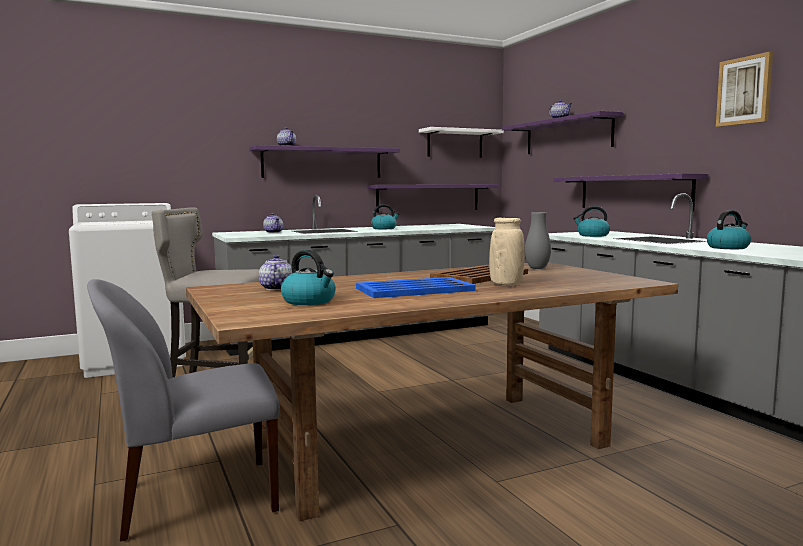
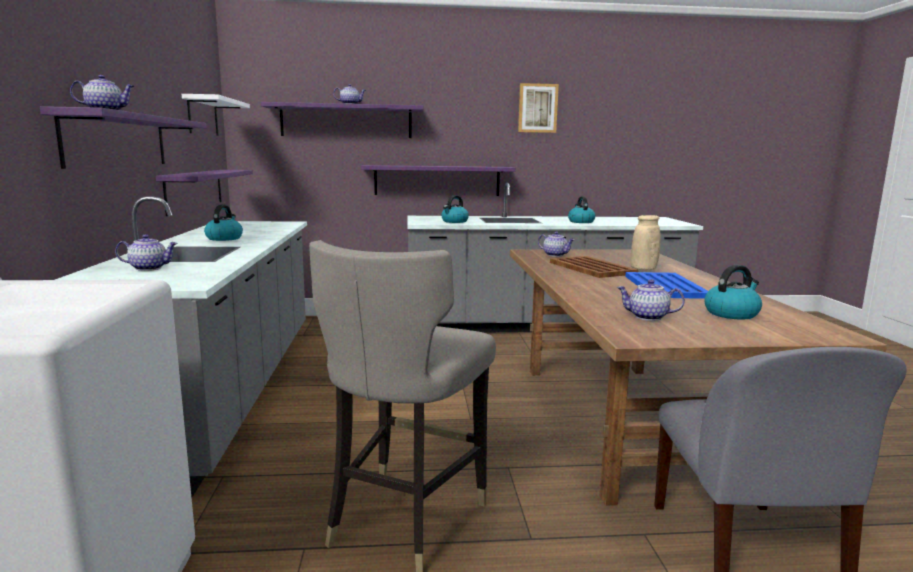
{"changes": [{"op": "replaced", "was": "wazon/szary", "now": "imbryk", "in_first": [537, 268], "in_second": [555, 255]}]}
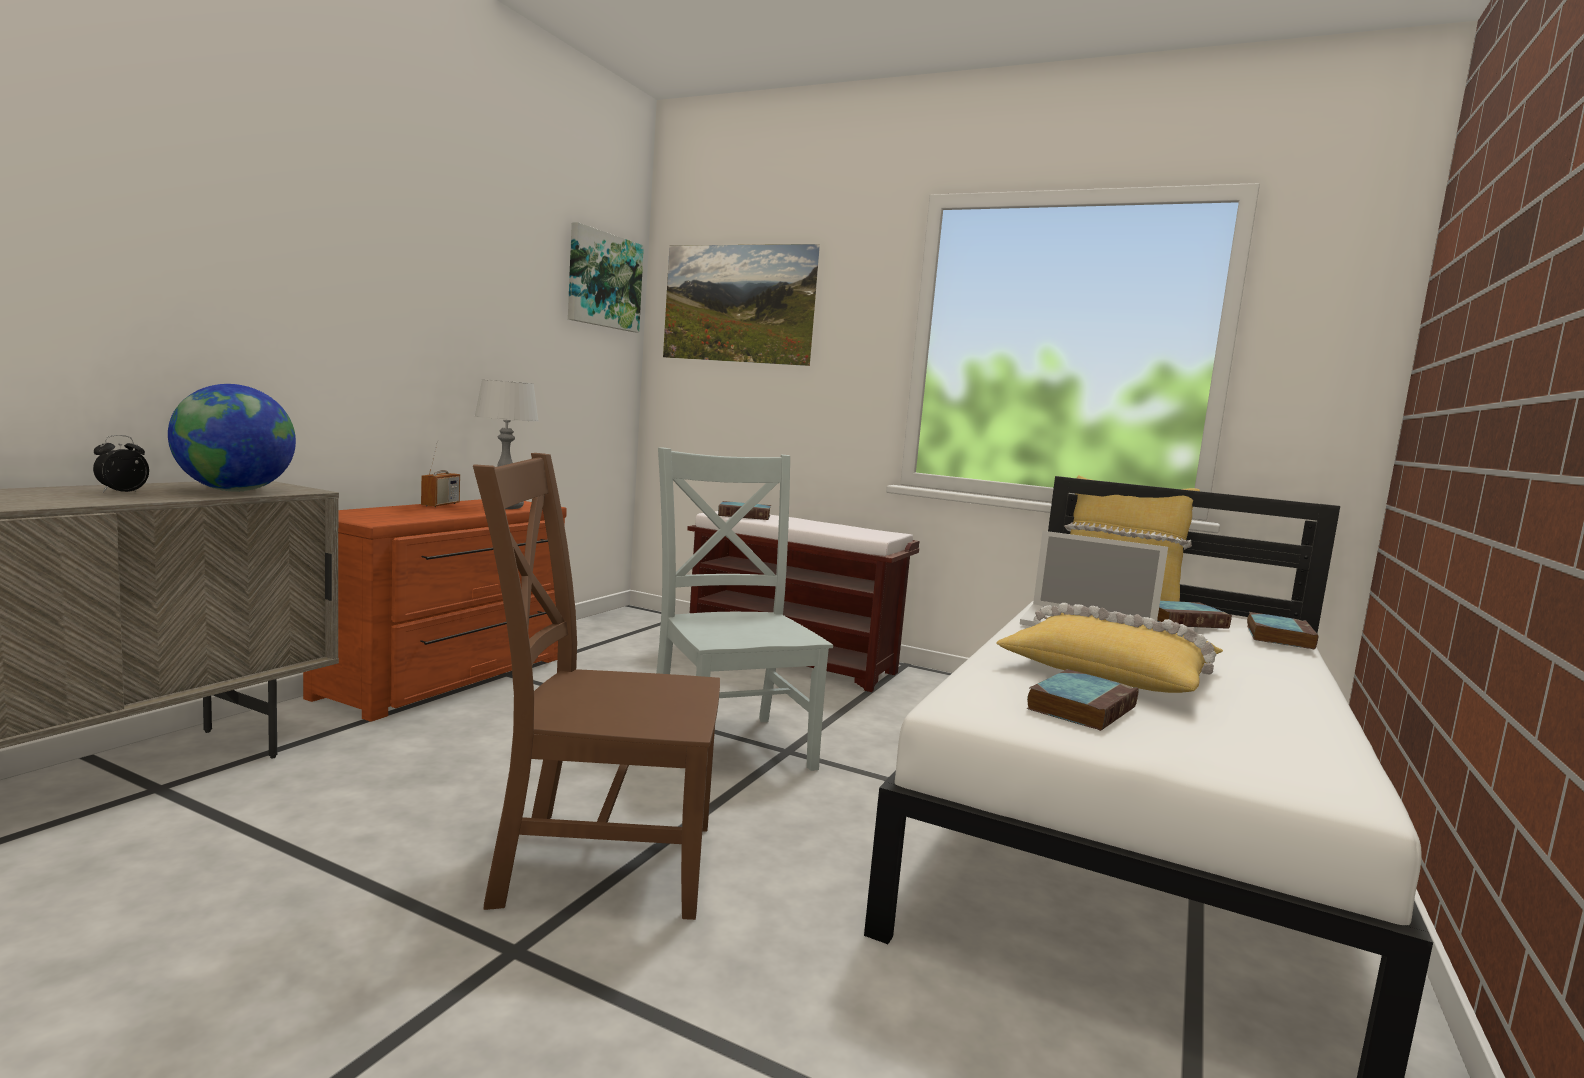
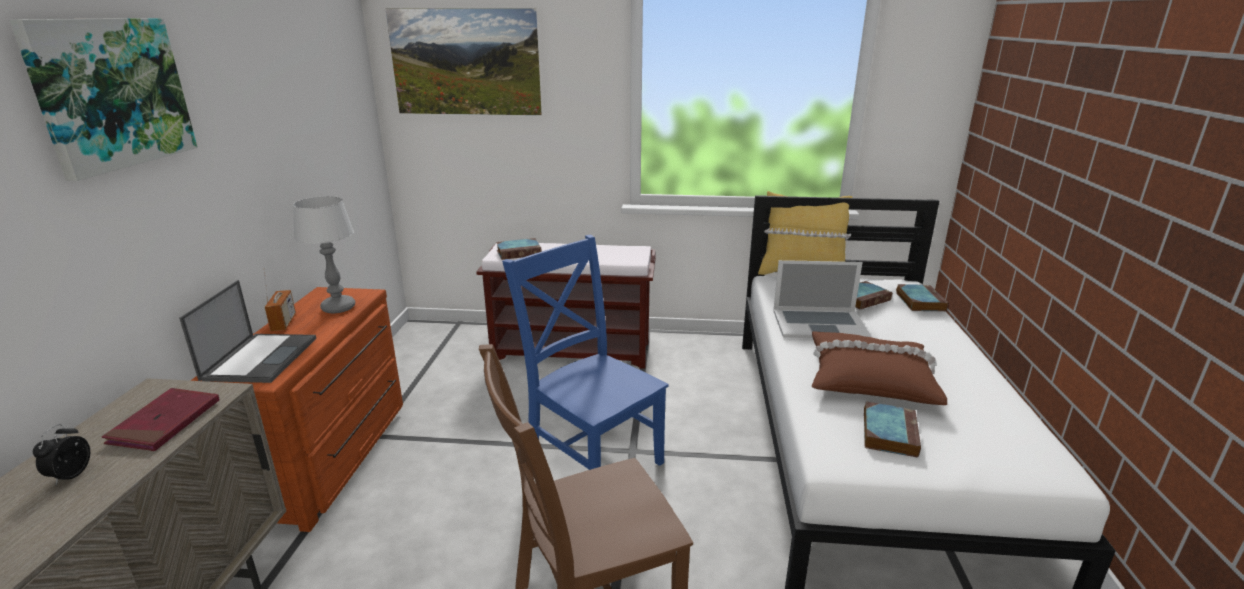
{"changes": [{"op": "replaced", "was": "globus", "now": "książka/czerwony", "in_first": [234, 491], "in_second": [165, 423]}, {"op": "moved", "was": "obraz", "in_first": [603, 280], "in_second": [111, 93]}, {"op": "recoloured", "was": "krzesło/szary", "now": "krzesło/niebieski", "in_first": [730, 744], "in_second": [591, 457]}, {"op": "recoloured", "was": "poduszka/żółty", "now": "poduszka/brązowy", "in_first": [1111, 670], "in_second": [869, 378]}, {"op": "added", "now": "laptop", "in_second": [261, 358]}]}
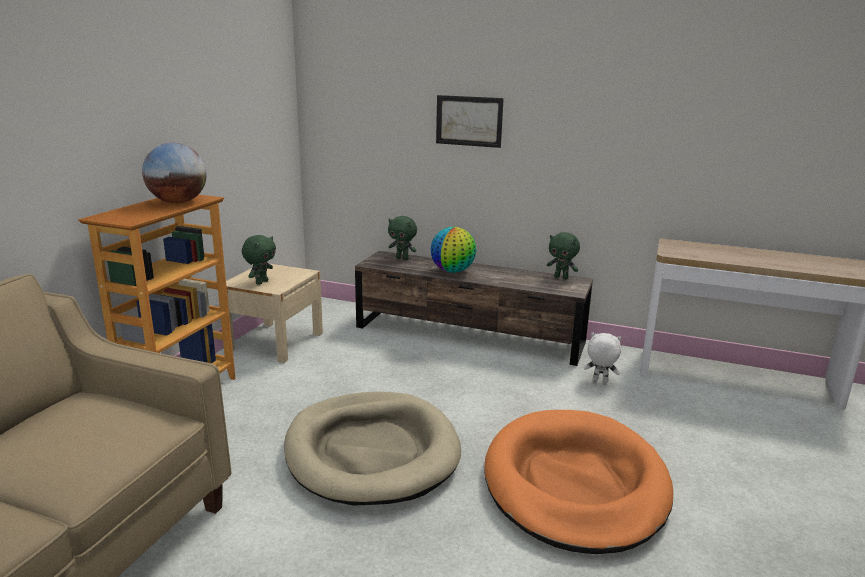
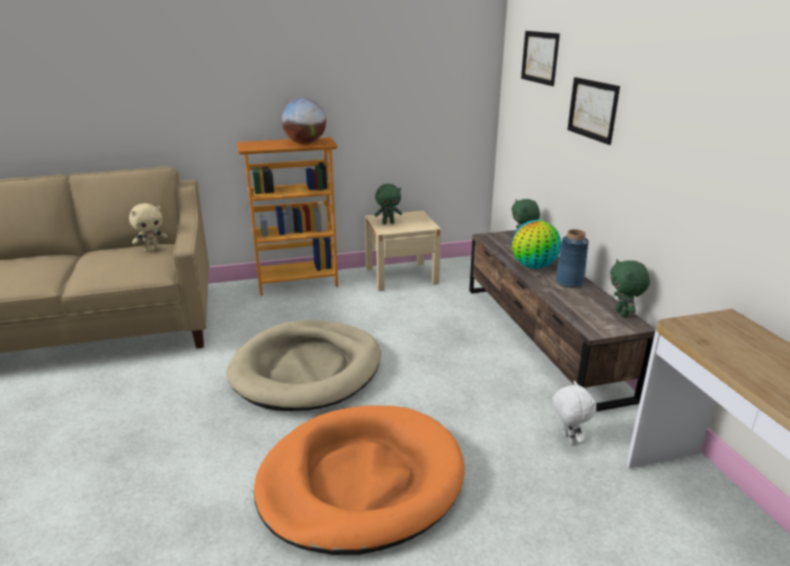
{"changes": [{"op": "added", "now": "pluszak/beżowy", "in_second": [152, 249]}, {"op": "added", "now": "obraz", "in_second": [540, 57]}, {"op": "added", "now": "wazon/niebieski", "in_second": [569, 282]}]}
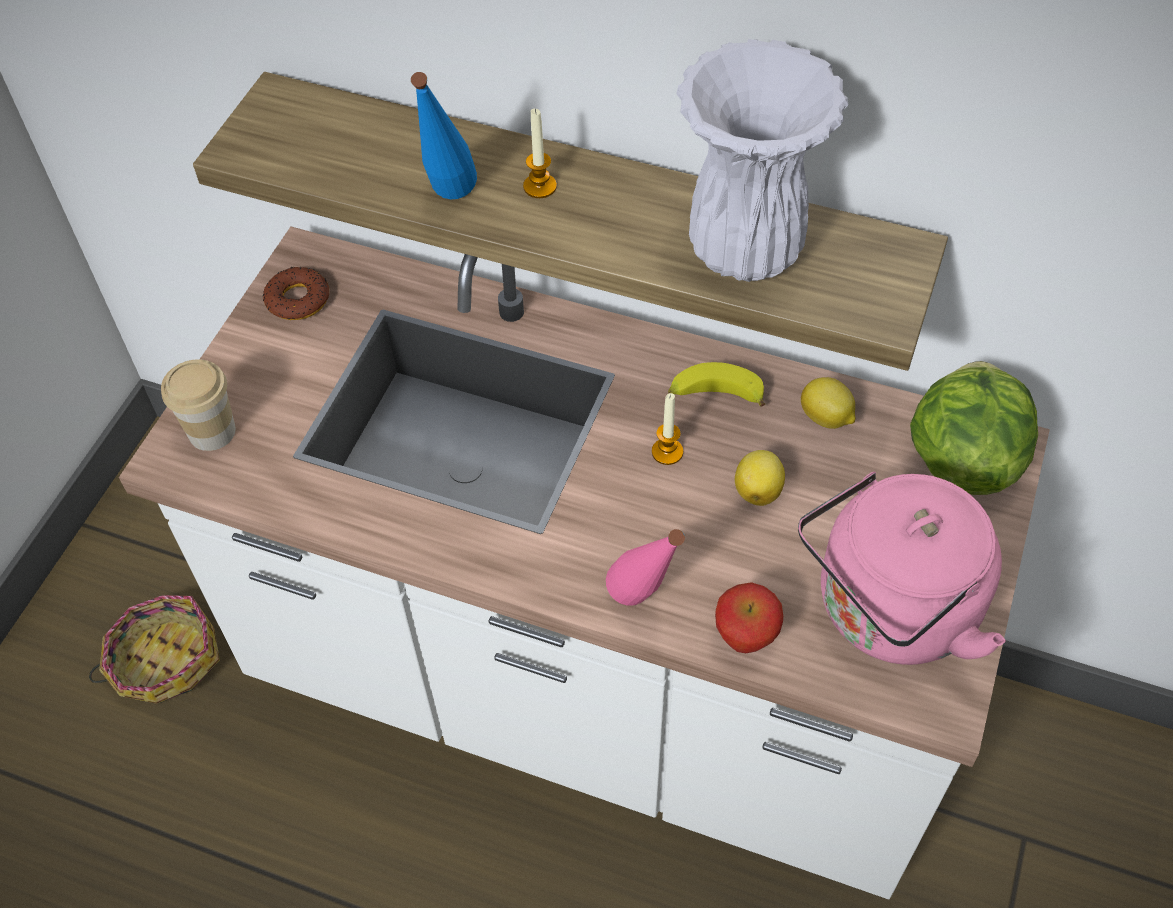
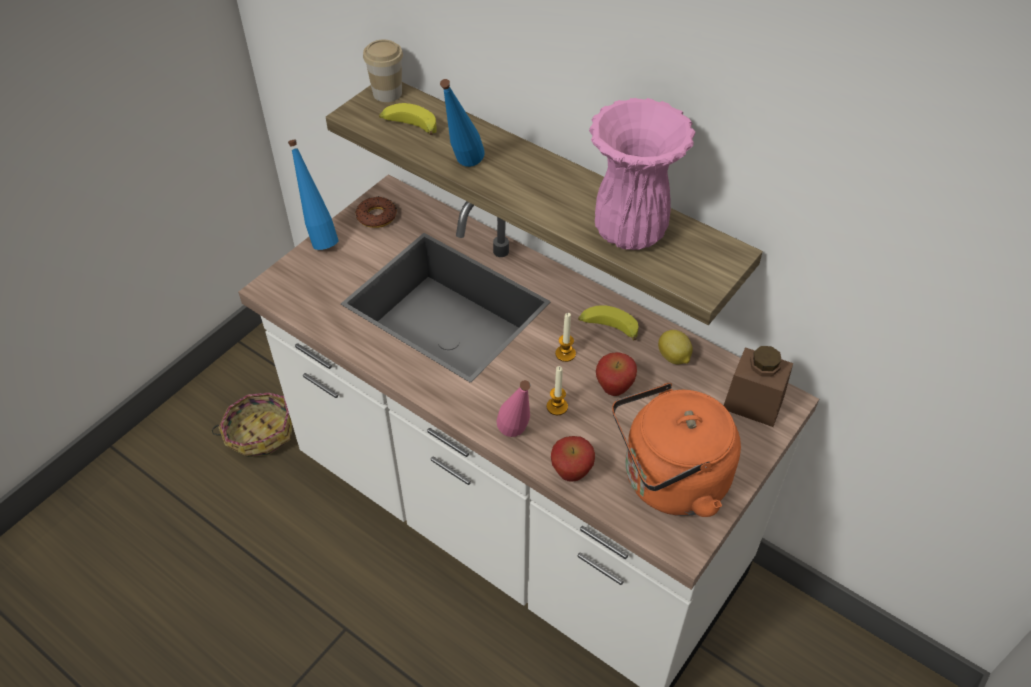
{"changes": [{"op": "moved", "was": "filiżanka", "in_first": [212, 431], "in_second": [387, 93]}, {"op": "moved", "was": "świeca", "in_first": [540, 186], "in_second": [557, 407]}, {"op": "recoloured", "was": "wazon/biały", "now": "wazon/różowy", "in_first": [744, 249], "in_second": [630, 231]}, {"op": "replaced", "was": "cytryna", "now": "jabłko", "in_first": [758, 490], "in_second": [614, 389]}, {"op": "recoloured", "was": "czajnik/różowy", "now": "czajnik/pomarańczowy", "in_first": [889, 613], "in_second": [669, 482]}, {"op": "replaced", "was": "sałata", "now": "słoik/brązowy", "in_first": [962, 459], "in_second": [753, 402]}, {"op": "added", "now": "butelka/niebieski", "in_second": [319, 237]}, {"op": "added", "now": "banan", "in_second": [409, 126]}]}
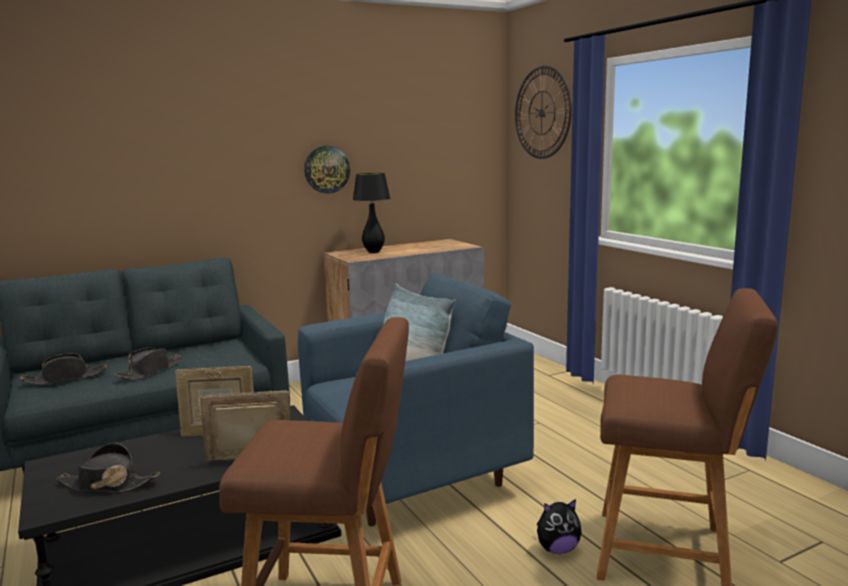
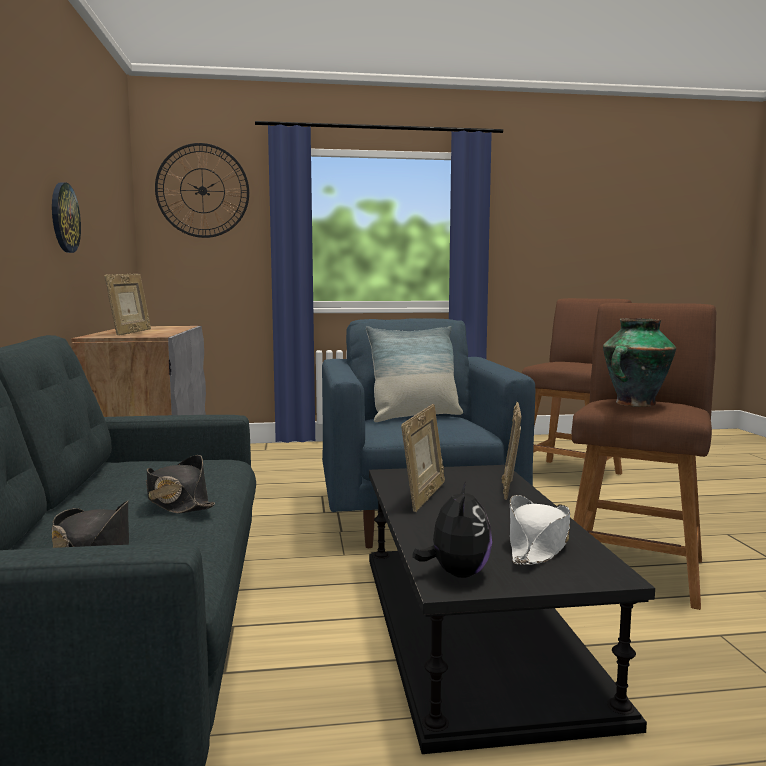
{"changes": [{"op": "recoloured", "was": "kapelusz/czarny", "now": "kapelusz/biały", "in_first": [108, 484], "in_second": [538, 545]}, {"op": "replaced", "was": "lampa stołowa/czarny", "now": "ramka na zdjęcie", "in_first": [373, 252], "in_second": [130, 333]}, {"op": "moved", "was": "pluszak", "in_first": [557, 549], "in_second": [456, 574]}, {"op": "added", "now": "wazon", "in_second": [634, 404]}]}
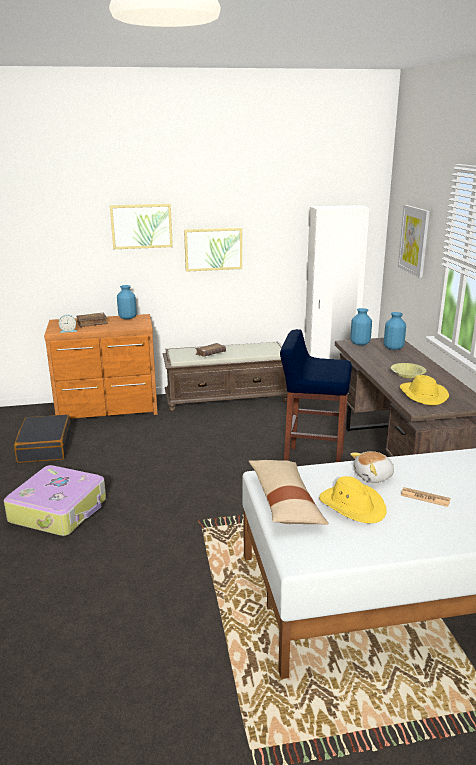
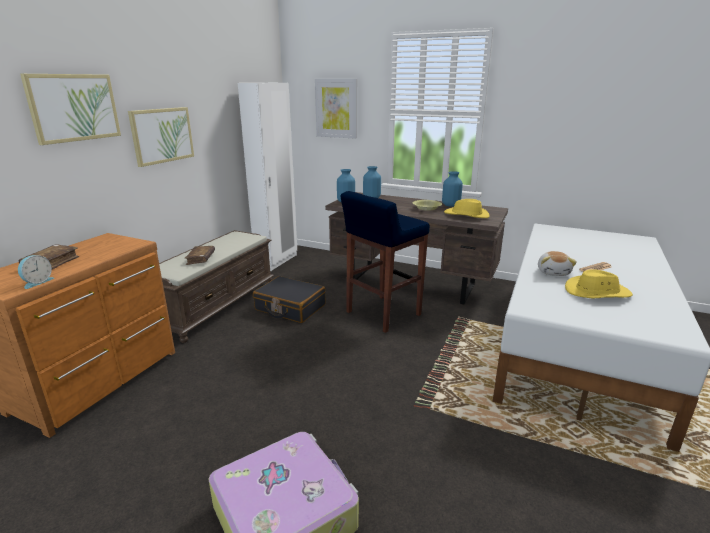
{"changes": [{"op": "moved", "was": "walizka/czarny", "in_first": [44, 447], "in_second": [290, 307]}, {"op": "moved", "was": "wazon/niebieski", "in_first": [128, 318], "in_second": [451, 205]}, {"op": "removed", "was": "poduszka/beżowy", "in_first": [285, 502]}]}
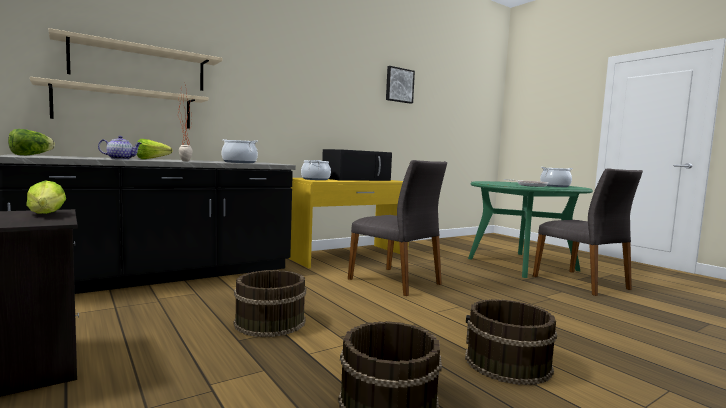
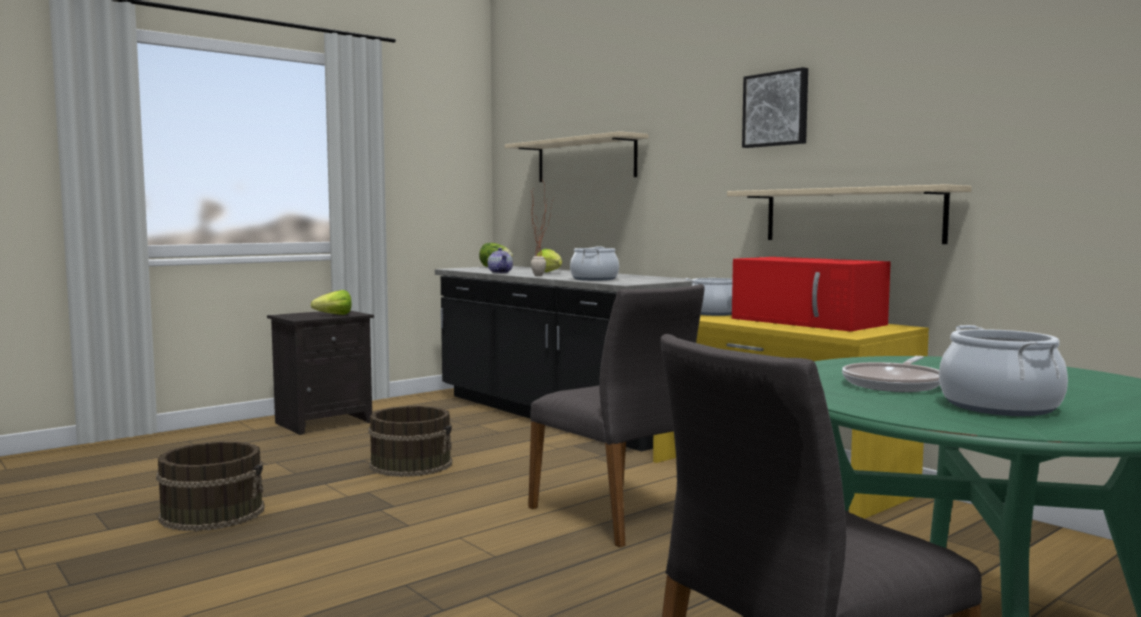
{"changes": [{"op": "moved", "was": "półka/beżowy", "in_first": [125, 107], "in_second": [851, 215]}, {"op": "recoloured", "was": "mikrofalówka/czarny", "now": "mikrofalówka/czerwony", "in_first": [357, 179], "in_second": [809, 321]}, {"op": "turned", "was": "krzesło/szary", "in_first": [396, 281], "in_second": [618, 514], "clockwise": -75}, {"op": "moved", "was": "obraz", "in_first": [399, 85], "in_second": [776, 109]}, {"op": "removed", "was": "wiadro/brązowy", "in_first": [507, 363]}]}
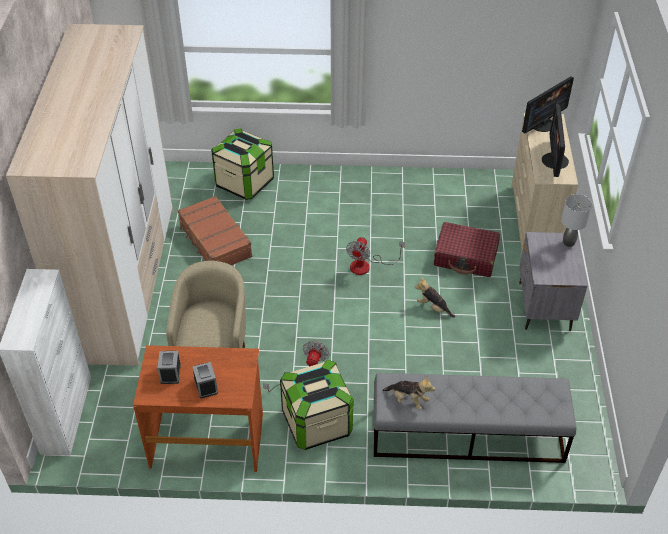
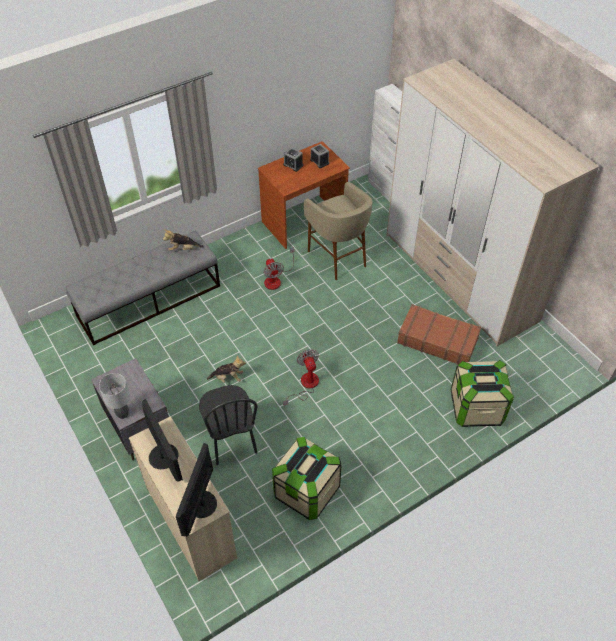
{"changes": [{"op": "moved", "was": "pojemnik do przechowywania", "in_first": [317, 423], "in_second": [306, 491]}, {"op": "replaced", "was": "walizka/czerwony", "now": "krzesło/czarny", "in_first": [466, 257], "in_second": [231, 441]}]}
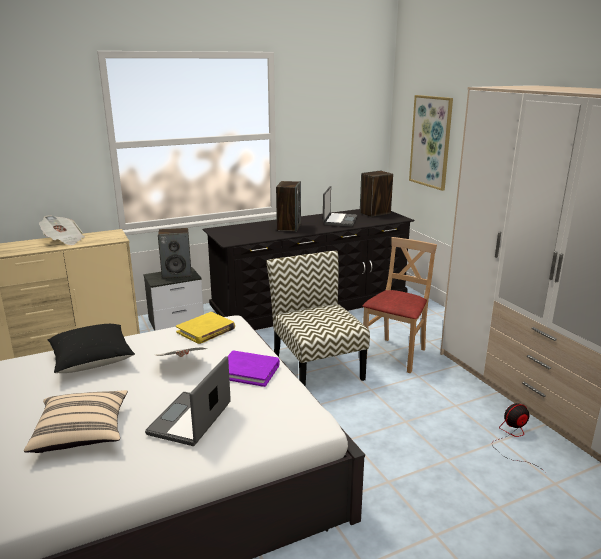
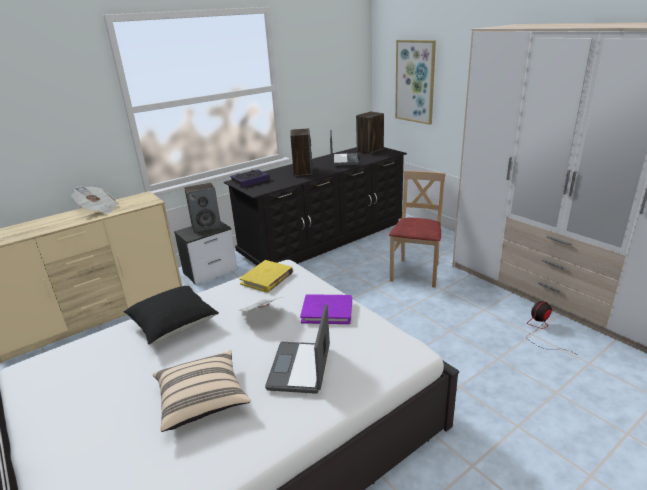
{"changes": [{"op": "removed", "was": "krzesło", "in_first": [316, 367]}, {"op": "added", "now": "książka", "in_second": [250, 181]}]}
